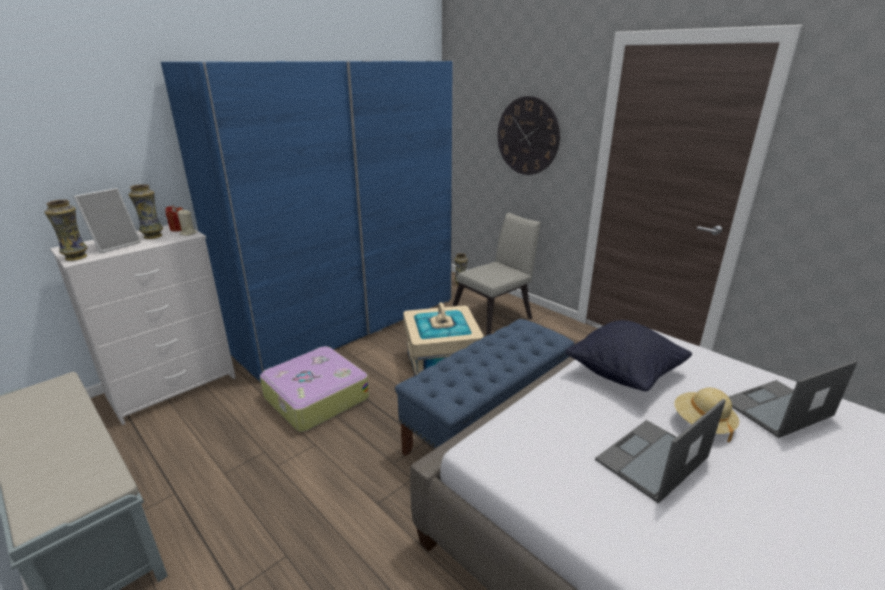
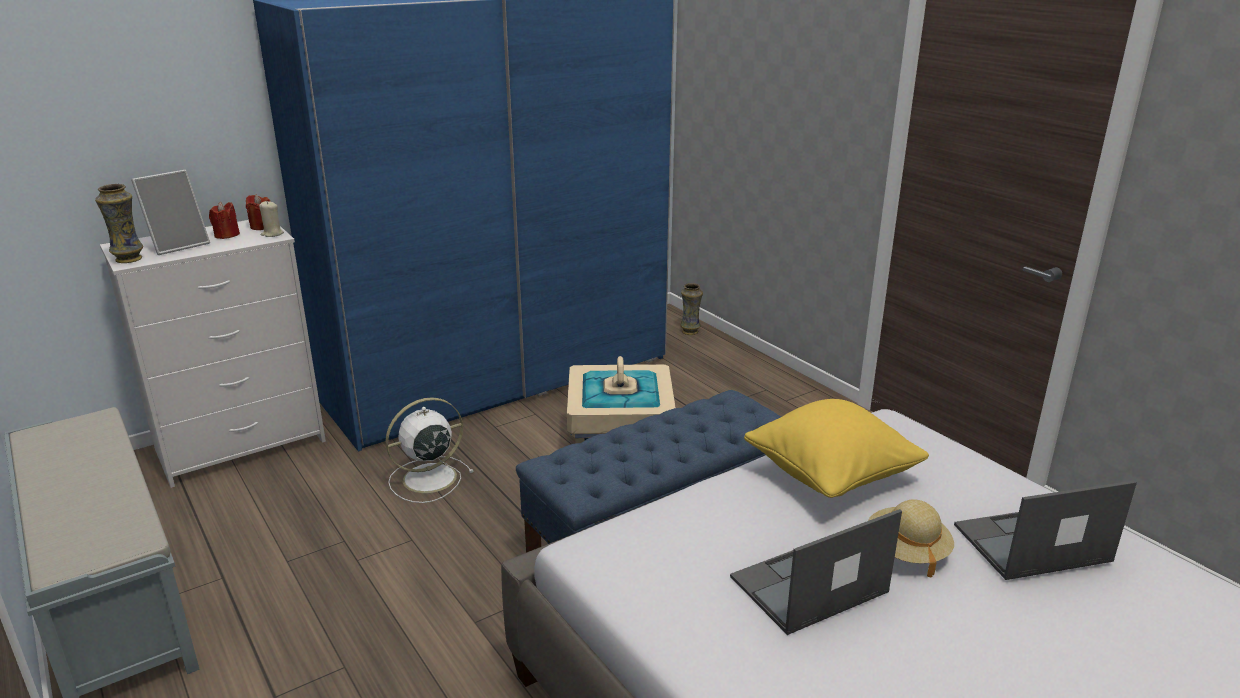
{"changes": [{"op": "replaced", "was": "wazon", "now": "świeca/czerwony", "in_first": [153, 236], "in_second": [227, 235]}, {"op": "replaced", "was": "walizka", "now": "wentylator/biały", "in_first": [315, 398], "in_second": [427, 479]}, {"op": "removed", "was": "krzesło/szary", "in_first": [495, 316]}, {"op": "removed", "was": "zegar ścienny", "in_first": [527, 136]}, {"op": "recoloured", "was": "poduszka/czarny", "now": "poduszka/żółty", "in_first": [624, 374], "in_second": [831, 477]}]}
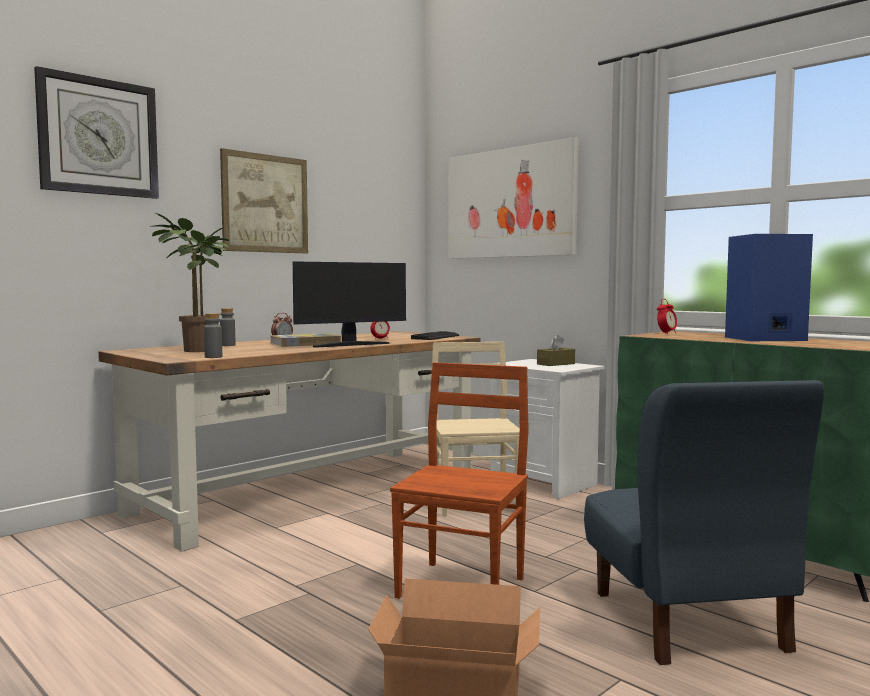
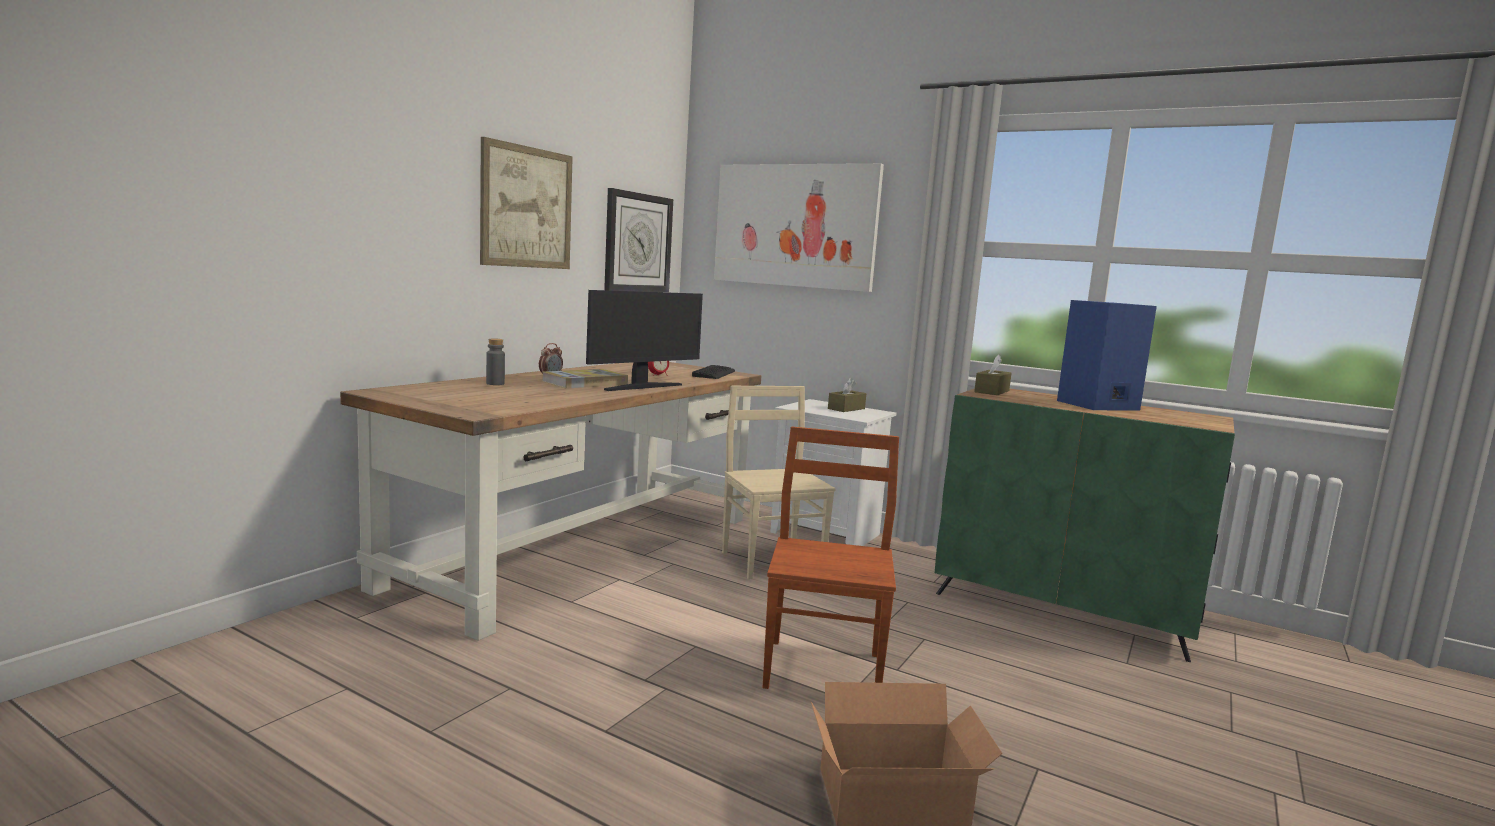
{"changes": [{"op": "moved", "was": "zegar ścienny", "in_first": [98, 137], "in_second": [637, 243]}, {"op": "removed", "was": "roślina doniczkowa", "in_first": [197, 351]}, {"op": "removed", "was": "butelka/szary", "in_first": [213, 357]}, {"op": "removed", "was": "krzesło/niebieski", "in_first": [687, 621]}, {"op": "replaced", "was": "budzik", "now": "pudełko chusteczek/brązowy", "in_first": [666, 333], "in_second": [992, 391]}]}
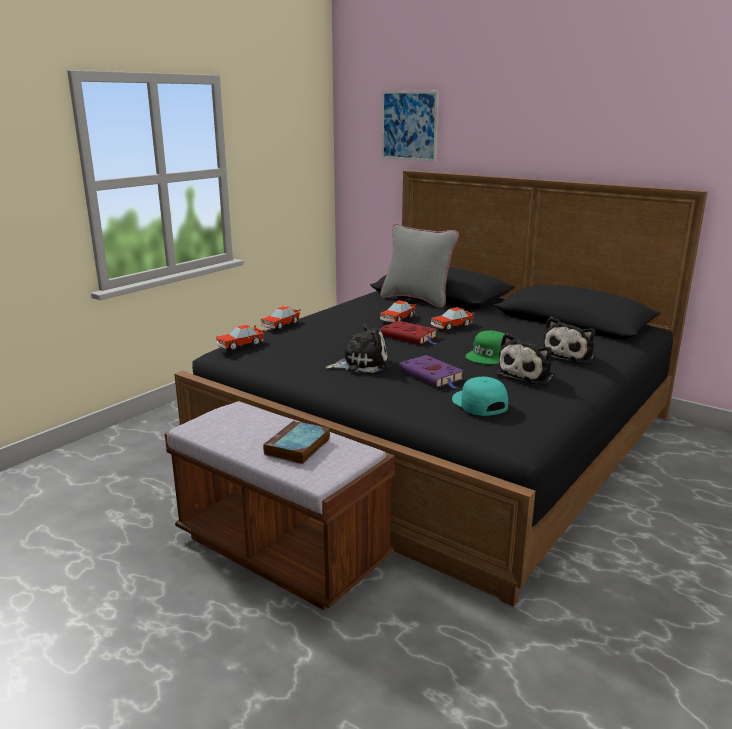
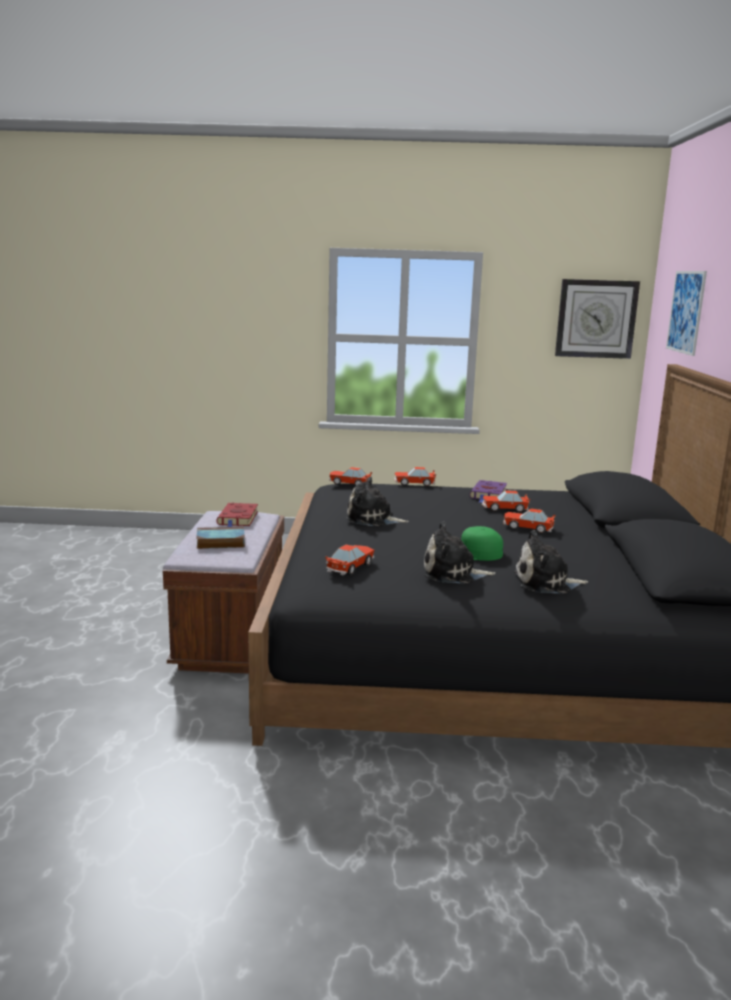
{"changes": [{"op": "turned", "was": "pluszak", "in_first": [361, 364], "in_second": [373, 519], "clockwise": 150}, {"op": "removed", "was": "poduszka/szary", "in_first": [417, 299]}, {"op": "moved", "was": "książka/czerwony", "in_first": [410, 336], "in_second": [238, 519]}, {"op": "moved", "was": "książka/fioletowy", "in_first": [432, 376], "in_second": [488, 494]}, {"op": "replaced", "was": "czapka z daszkiem/turkusowy", "now": "samochodzik", "in_first": [478, 403], "in_second": [350, 567]}, {"op": "added", "now": "zegar ścienny", "in_second": [596, 319]}]}
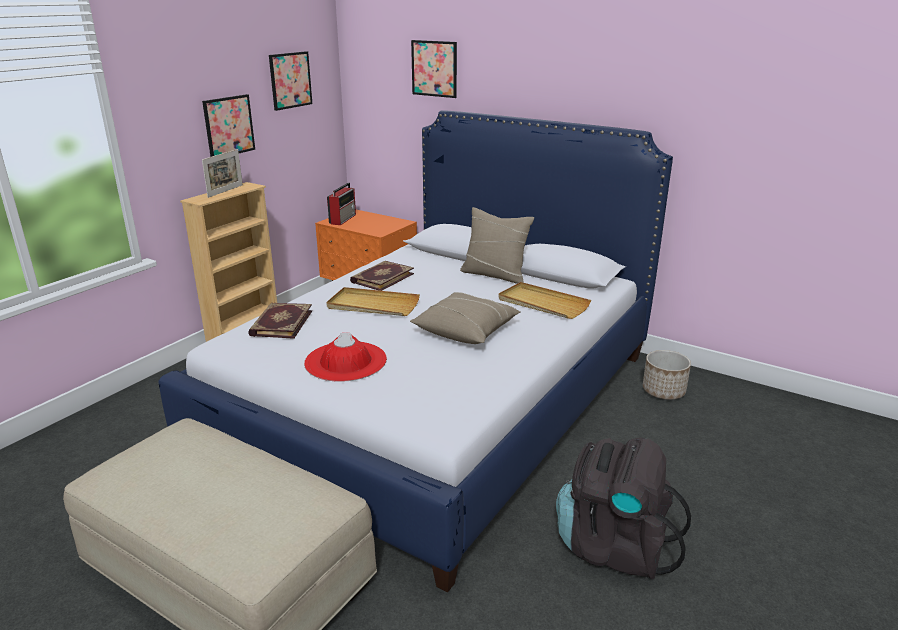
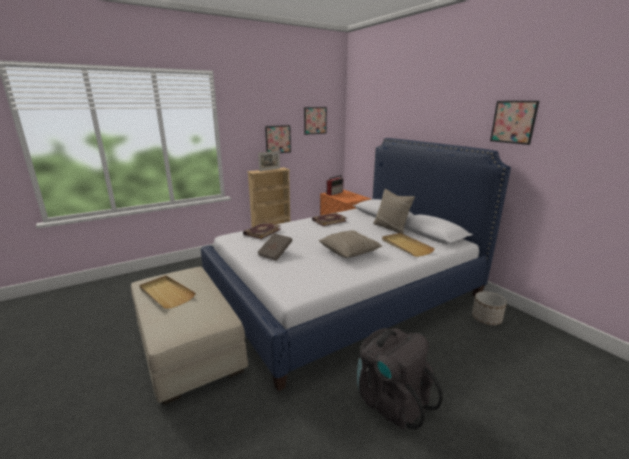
{"changes": [{"op": "replaced", "was": "kapelusz/czerwony", "now": "książka/brązowy", "in_first": [345, 361], "in_second": [275, 254]}, {"op": "moved", "was": "taca/beżowy", "in_first": [372, 305], "in_second": [166, 293]}, {"op": "moved", "was": "obraz", "in_first": [434, 68], "in_second": [513, 122]}]}
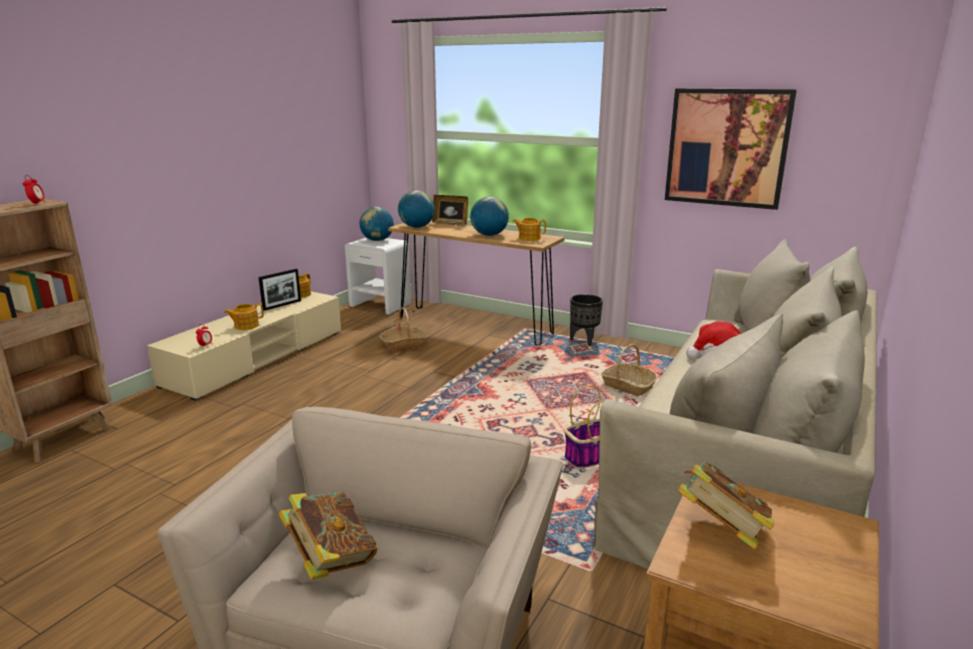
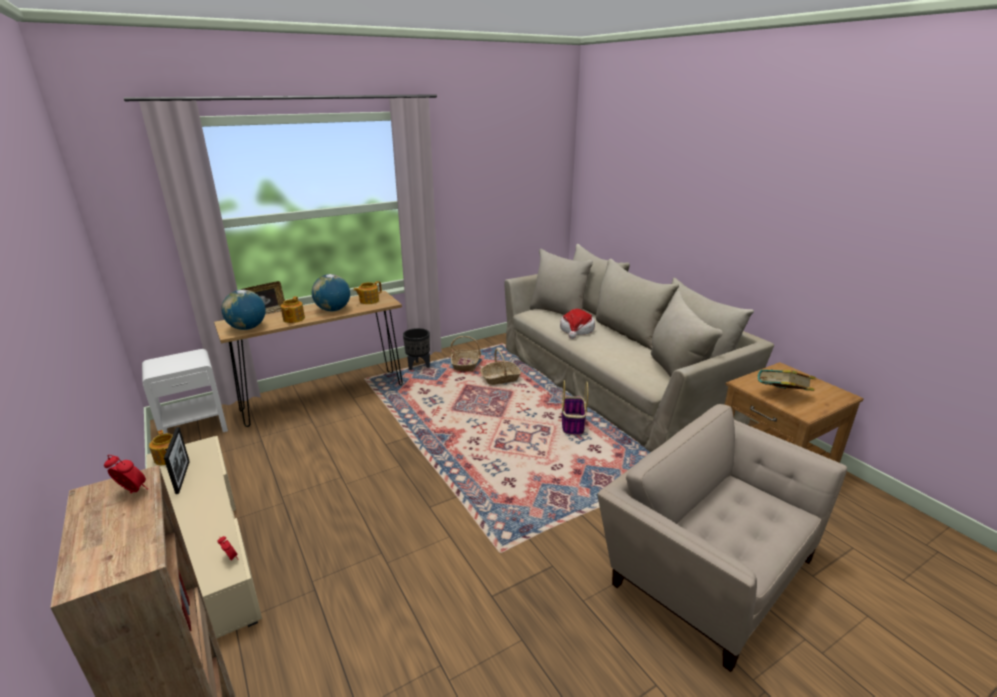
{"changes": [{"op": "moved", "was": "imbryk", "in_first": [246, 326], "in_second": [293, 319]}, {"op": "removed", "was": "książka", "in_first": [331, 560]}, {"op": "removed", "was": "globus", "in_first": [377, 240]}, {"op": "moved", "was": "koszyk", "in_first": [404, 345], "in_second": [466, 364]}, {"op": "removed", "was": "obraz", "in_first": [726, 148]}]}
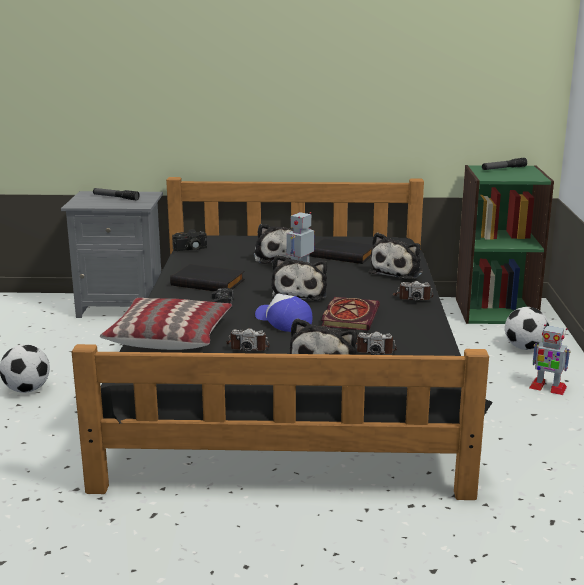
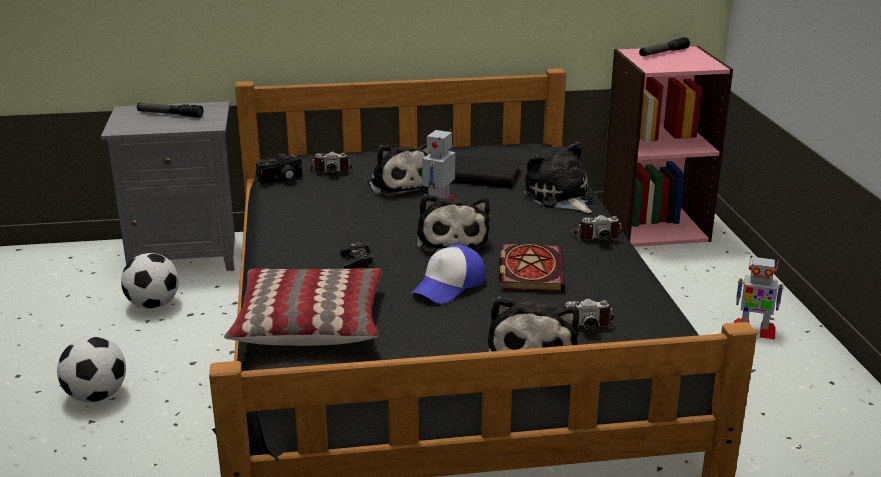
{"changes": [{"op": "removed", "was": "książka/czarny", "in_first": [209, 282]}, {"op": "moved", "was": "aparat fotograficzny", "in_first": [248, 347], "in_second": [331, 170]}, {"op": "turned", "was": "czapka z daszkiem", "in_first": [283, 321], "in_second": [449, 285], "clockwise": -90}, {"op": "turned", "was": "pluszak", "in_first": [398, 271], "in_second": [560, 197], "clockwise": 135}, {"op": "recoloured", "was": "regał/zielony", "now": "regał/różowy", "in_first": [495, 310], "in_second": [654, 226]}, {"op": "moved", "was": "piłka futbolowa", "in_first": [524, 348], "in_second": [153, 305]}]}
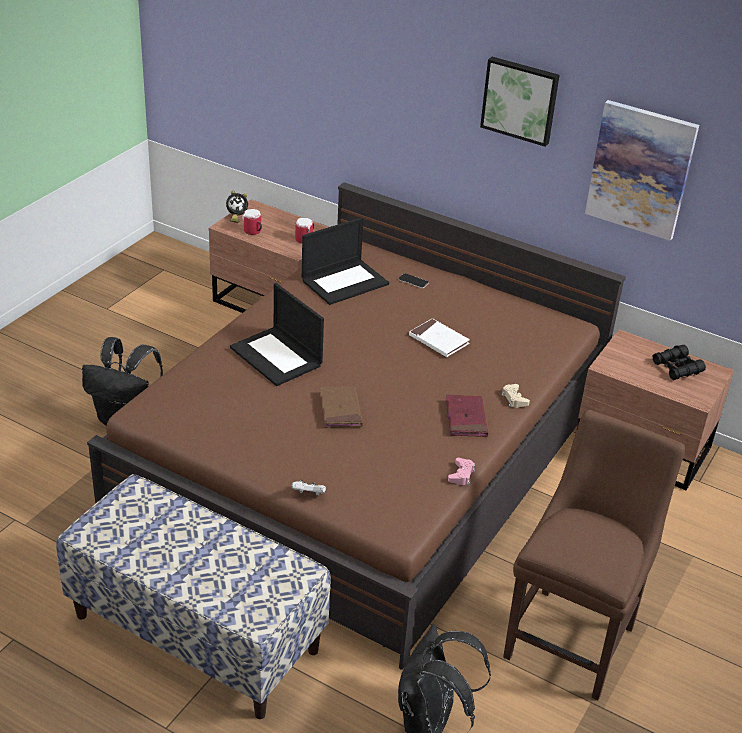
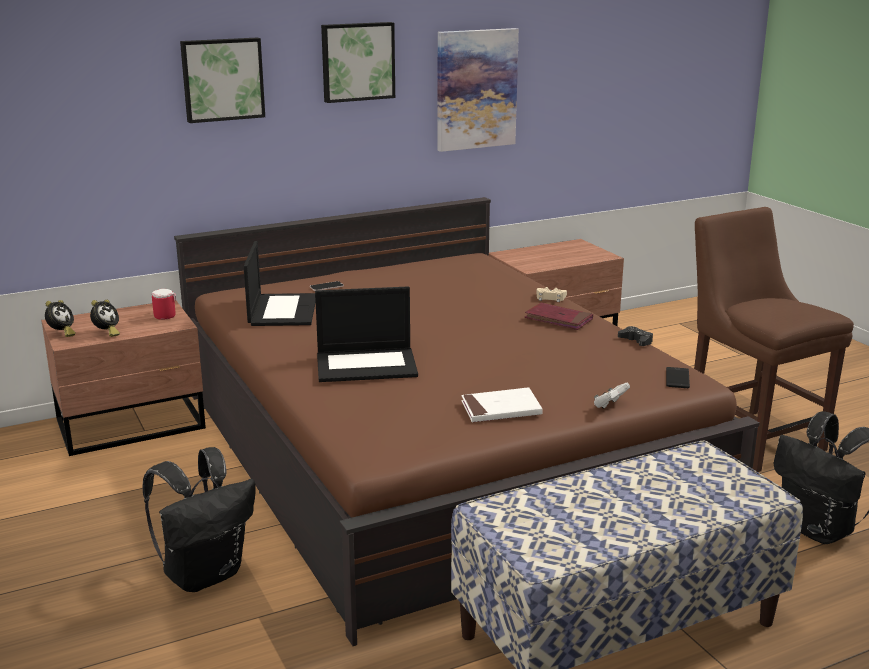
{"changes": [{"op": "replaced", "was": "kubek", "now": "budzik", "in_first": [253, 232], "in_second": [106, 333]}, {"op": "removed", "was": "książka/brązowy", "in_first": [340, 409]}, {"op": "moved", "was": "książka/biały", "in_first": [438, 340], "in_second": [501, 409]}, {"op": "recoloured", "was": "pad do gier/różowy", "now": "pad do gier/czarny", "in_first": [461, 475], "in_second": [636, 341]}, {"op": "removed", "was": "lornetka/czarny", "in_first": [677, 368]}, {"op": "added", "now": "obraz", "in_second": [222, 79]}, {"op": "added", "now": "telefon", "in_second": [677, 378]}]}
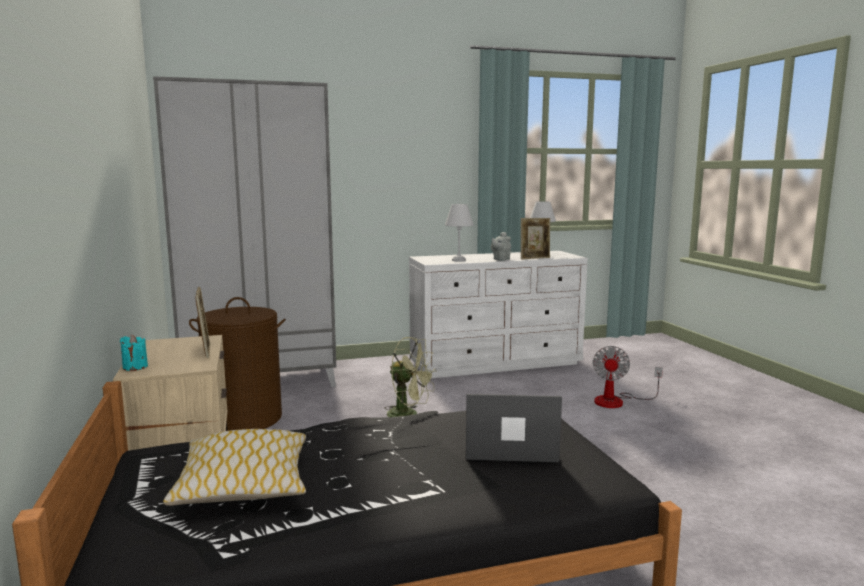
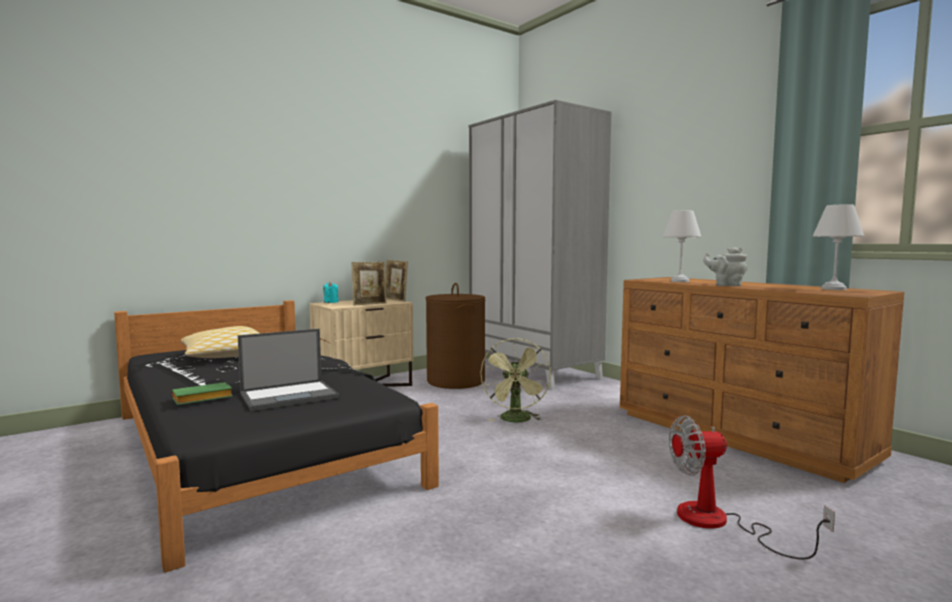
{"changes": [{"op": "recoloured", "was": "komoda/biały", "now": "komoda/brązowy", "in_first": [496, 362], "in_second": [739, 435]}, {"op": "turned", "was": "laptop", "in_first": [508, 445], "in_second": [290, 396], "clockwise": 75}, {"op": "moved", "was": "ramka na zdjęcie", "in_first": [535, 258], "in_second": [396, 300]}, {"op": "added", "now": "książka/zielony", "in_second": [201, 399]}]}
